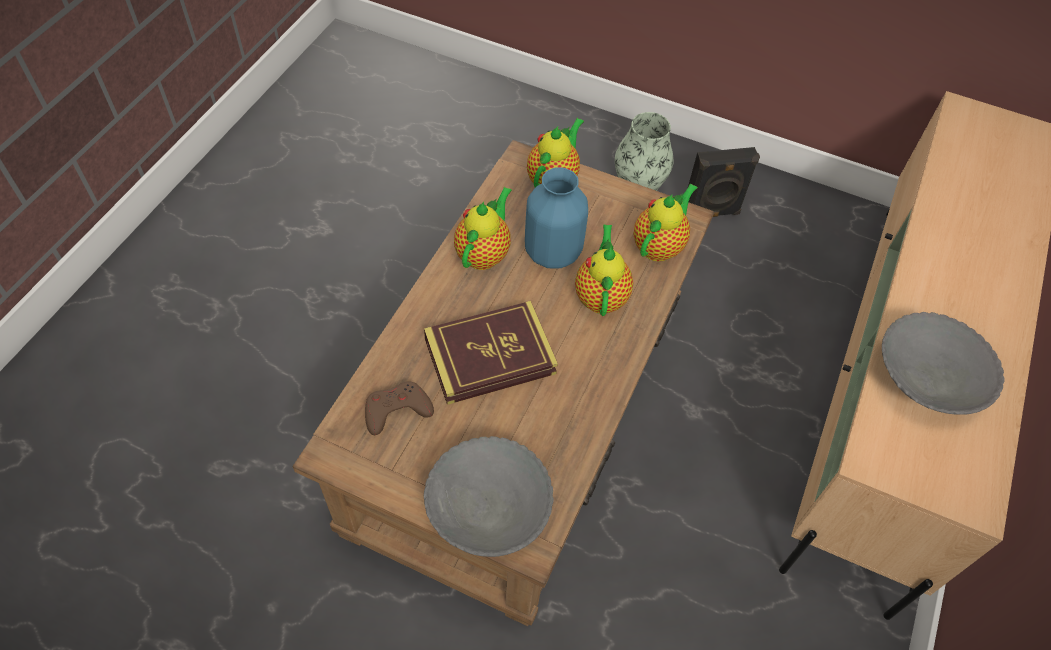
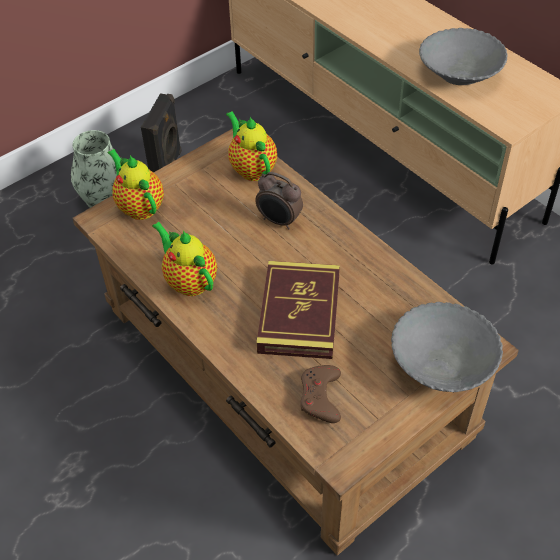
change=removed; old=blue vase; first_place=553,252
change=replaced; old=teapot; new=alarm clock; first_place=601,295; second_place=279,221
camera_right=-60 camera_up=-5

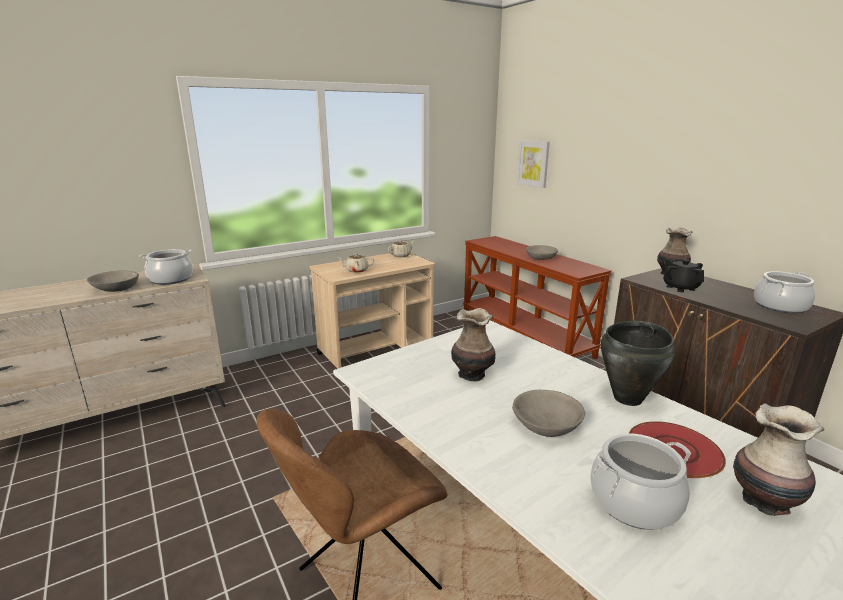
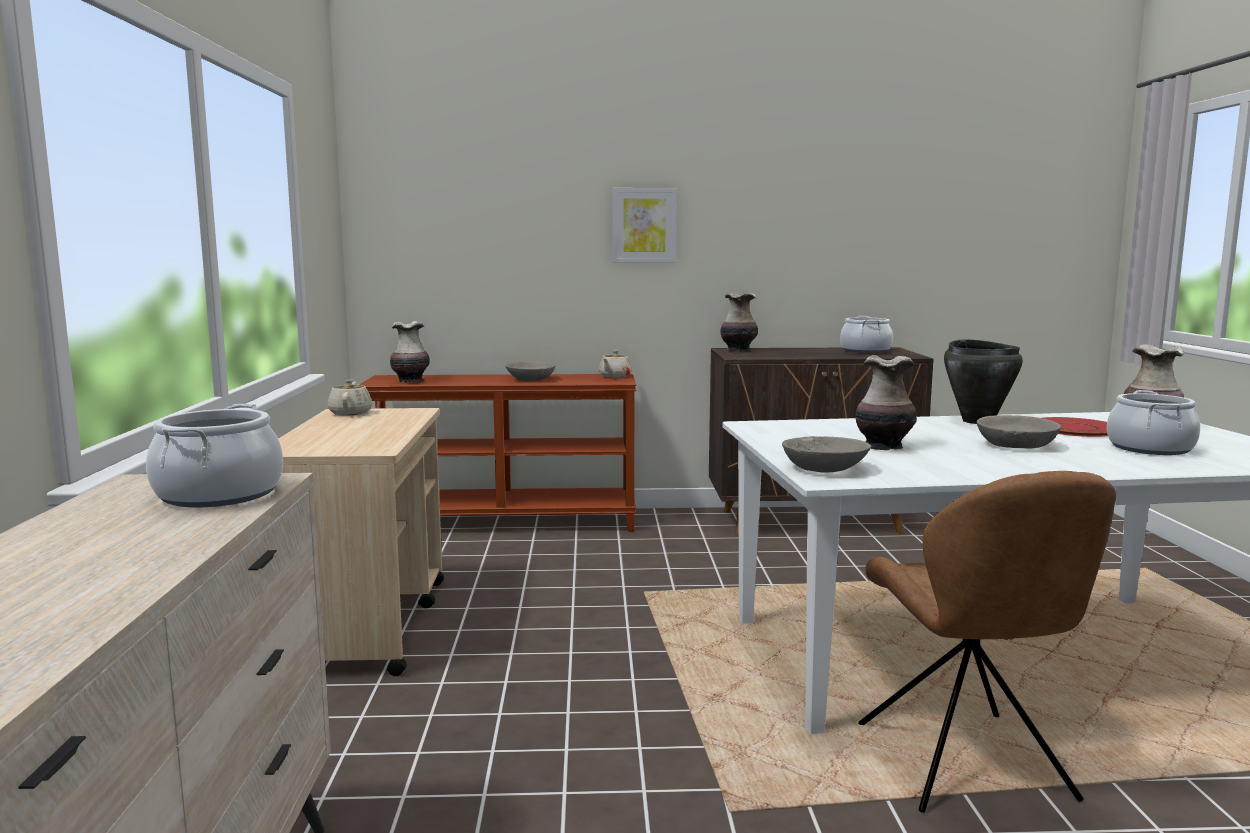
change=moved; old=grey bowl; first_place=115,289; second_place=825,469
change=moved; old=beige teapot; first_place=356,270; second_place=614,376
change=moved; old=picture; first_place=533,163; second_place=644,225
change=removed; old=black teapot; first_place=680,288
change=added; new=vase; second_place=411,381
camera_right=-60 camera_up=-10

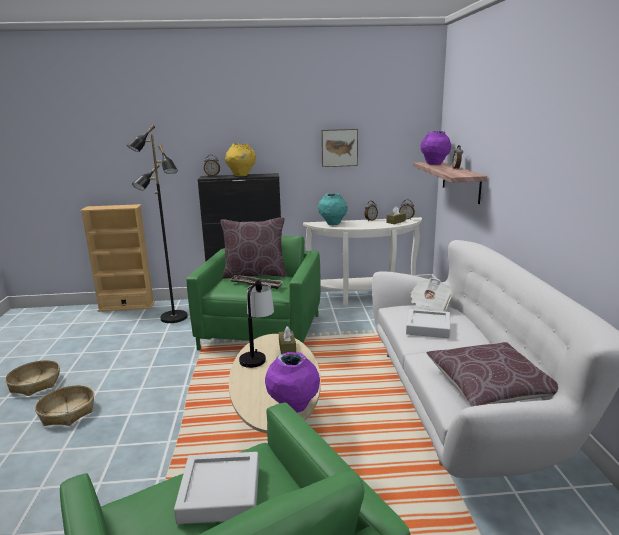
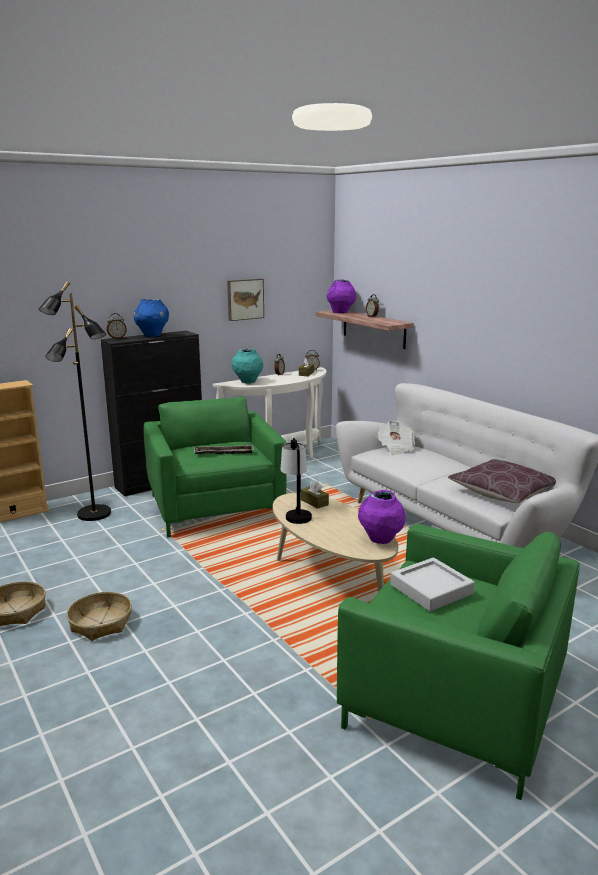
change=removed; old=brown pillow; first_place=255,274
change=recoloured; old=yellow vase; new=blue vase; first_place=241,175; second_place=152,336
change=removed; old=grey tray; first_place=428,327
camera_right=-30 camera_up=0

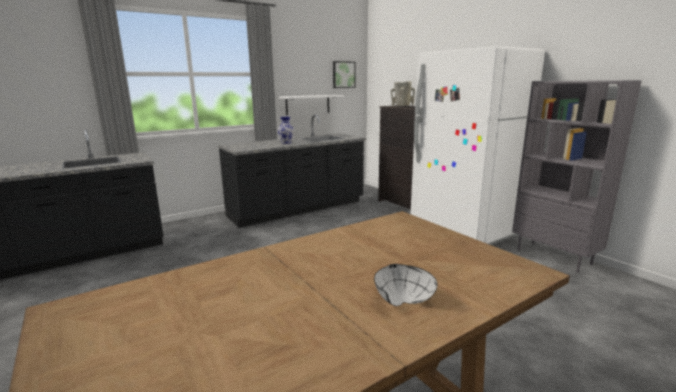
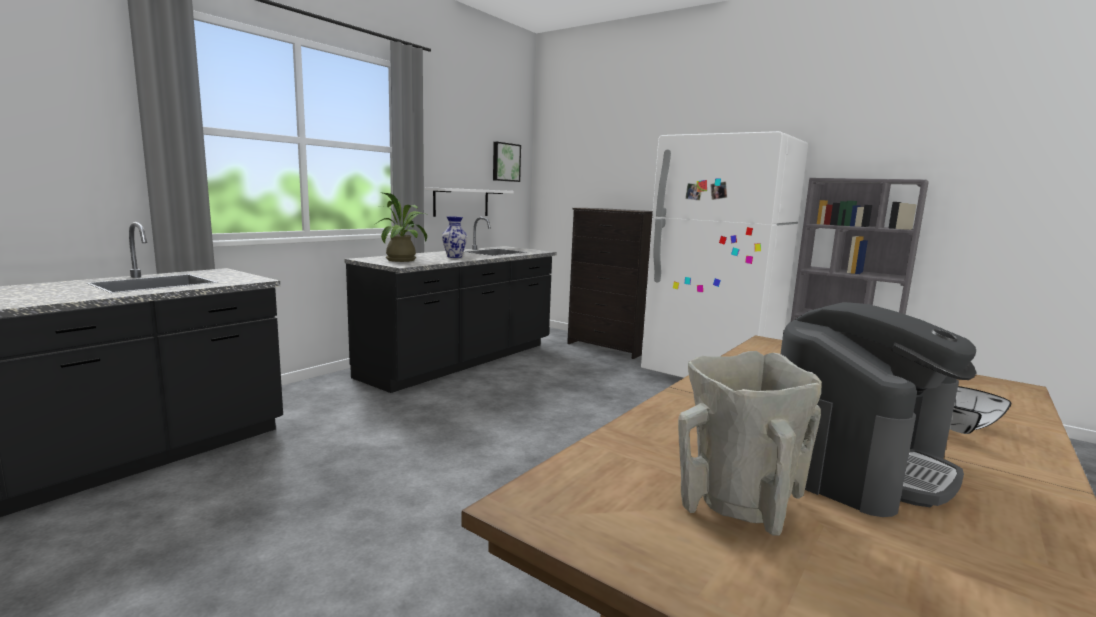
change=moved; old=beige vase; first_place=401,106; second_place=737,505
change=added; new=potted plant; second_place=404,260
change=added; new=coffee machine; second_place=855,462
camera_right=-20 camera_up=-5

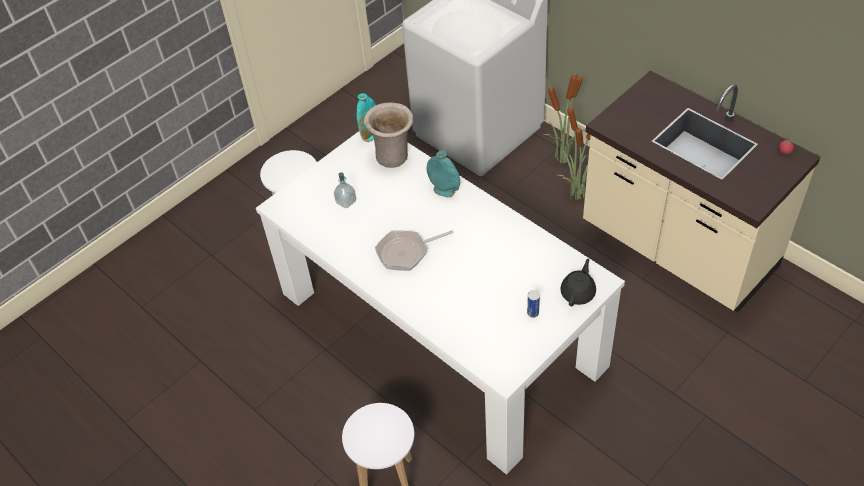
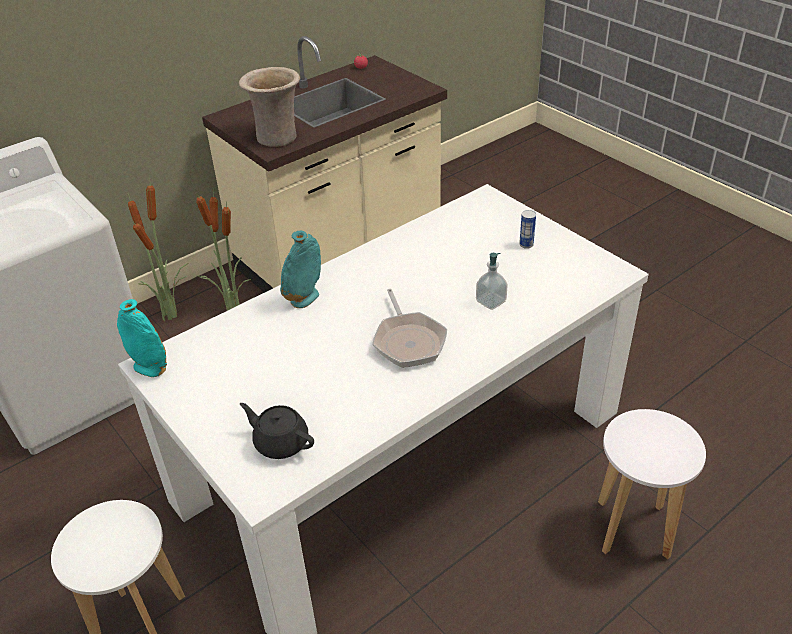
change=moved; old=soap dispenser; first_place=346,202; second_place=491,301
change=moved; old=beige vase; first_place=393,156; second_place=277,137
change=moved; old=black teapot; first_place=578,293; second_place=280,442
camera_right=-85 camera_up=-10

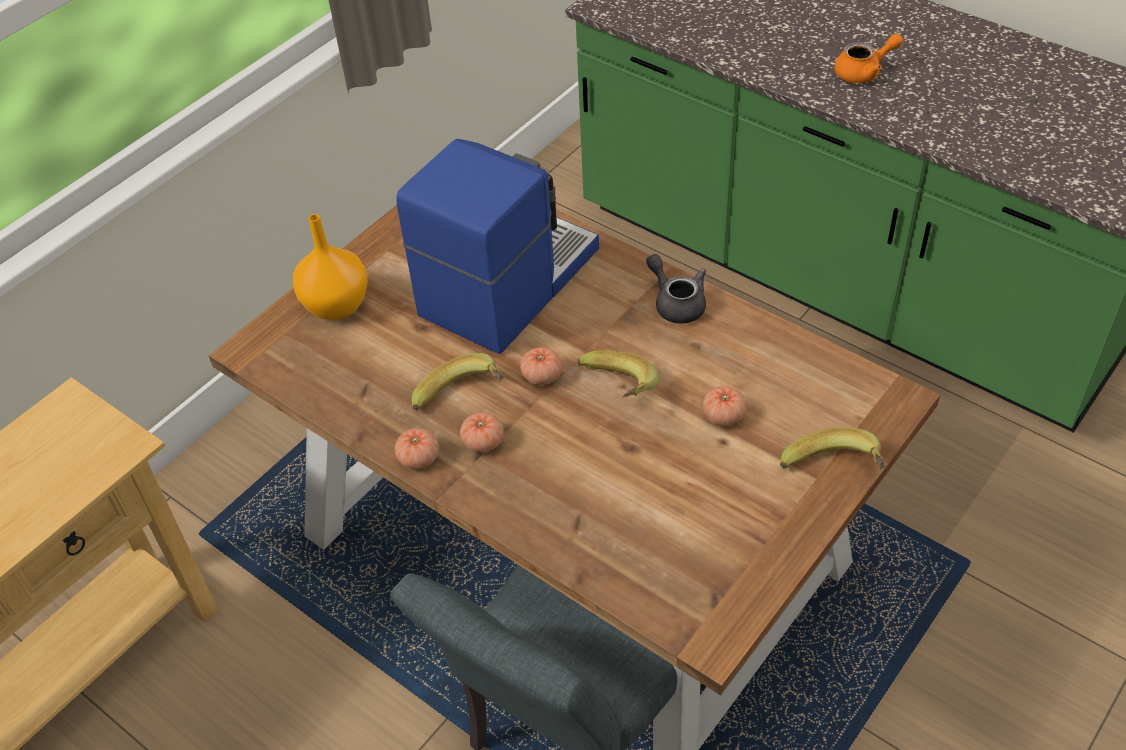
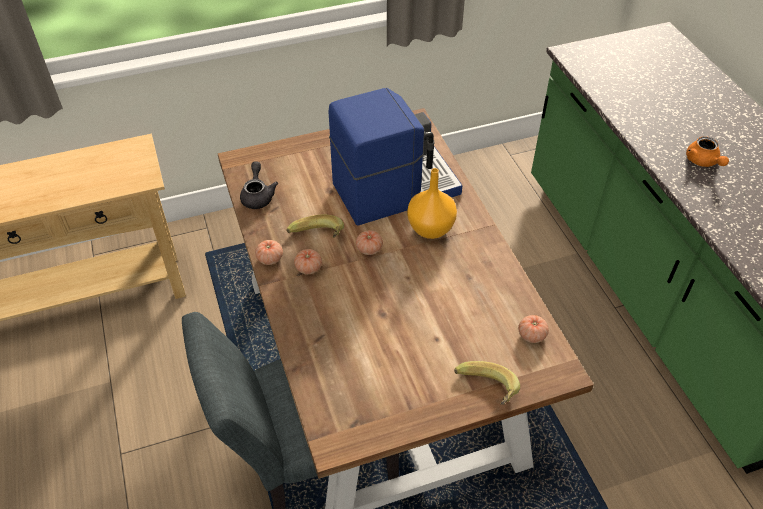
change=moved; old=orange vase; first_place=338,306; second_place=431,229
change=removed; old=banana; first_place=615,391
change=moved; old=grey teapot; first_place=676,303; second_place=258,196
change=moved; old=tomato; first_place=723,416; second_place=531,335
change=turned; old=orange teapot; first_place=864,72; second_place=703,162; degrees=60
camera_right=30 camera_up=0

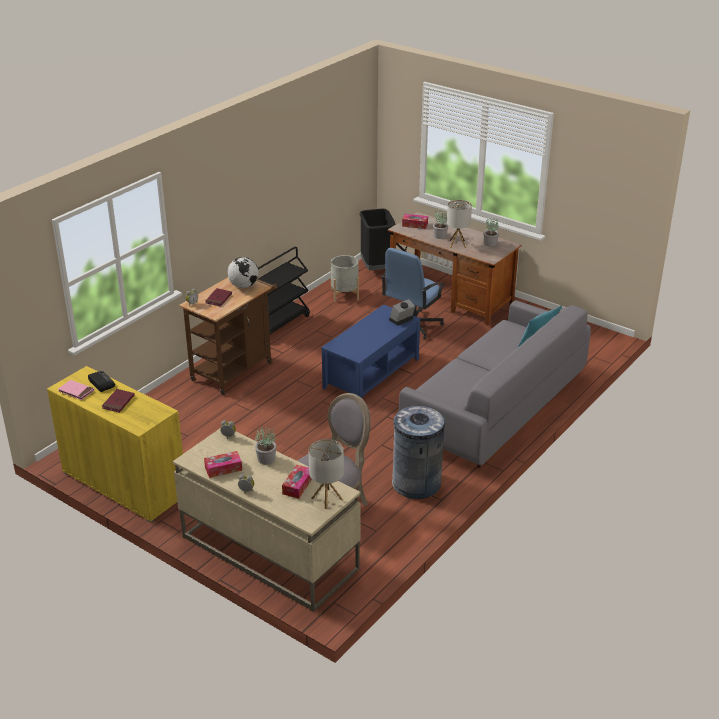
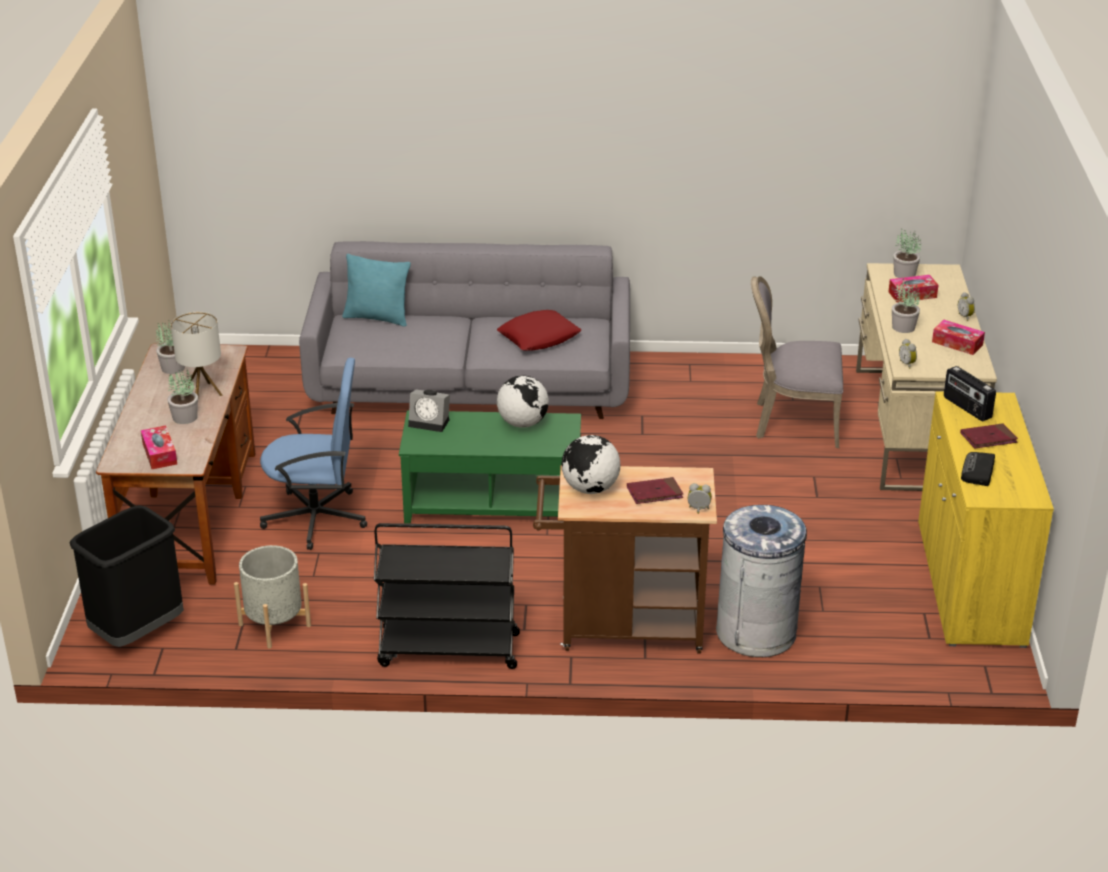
change=removed; old=pink book; first_place=76,391
change=replaced; old=table lamp; new=potted plant; first_place=327,498; second_place=904,274
change=recoloured; old=blue coffee table; new=green coffee table; first_place=371,373; second_place=493,502
change=moved; old=grey trash can; first_place=416,483; second_place=756,632
change=added; new=red pillow; second_place=538,337
change=added; new=globe; second_place=522,423
change=added; new=radio; second_place=966,408
camera_right=-125 camera_up=0

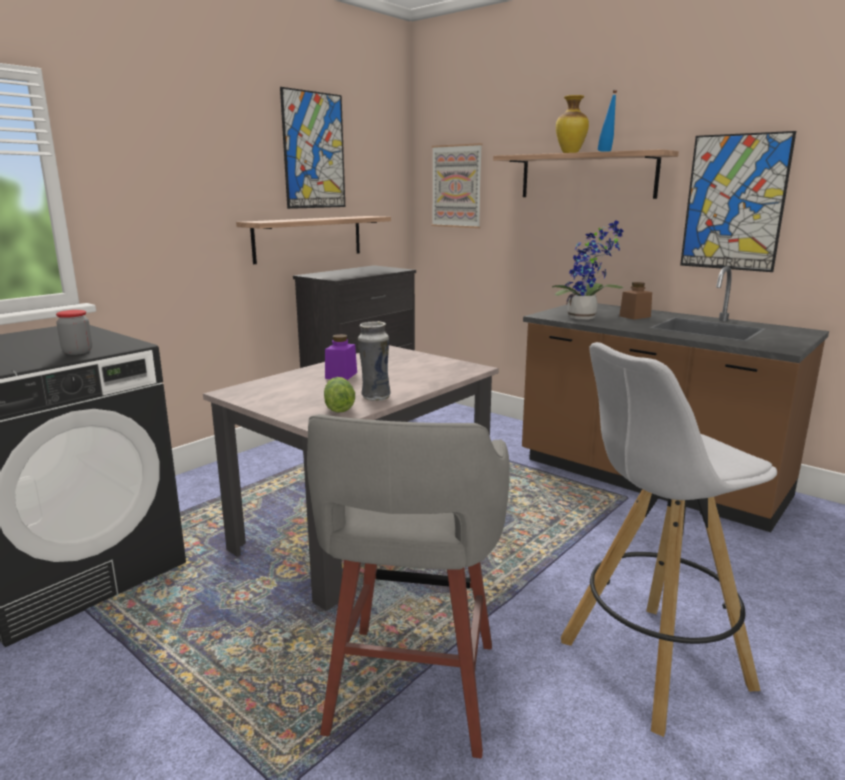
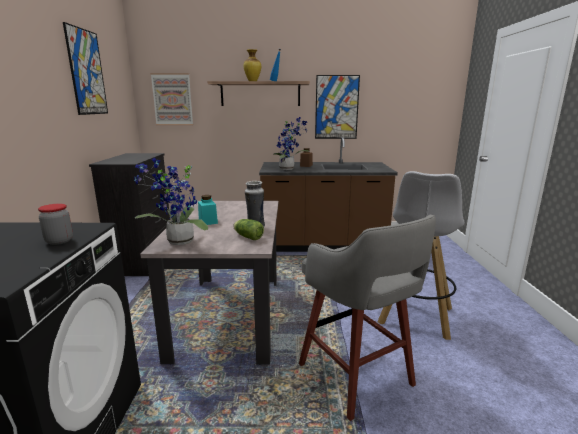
change=removed; old=shelf; first_place=309,238
change=recoloured; old=purple jar; new=turquoise jar; first_place=341,375; second_place=208,221
change=added; new=potted plant; second_place=178,242
camera_right=-40 camera_up=0

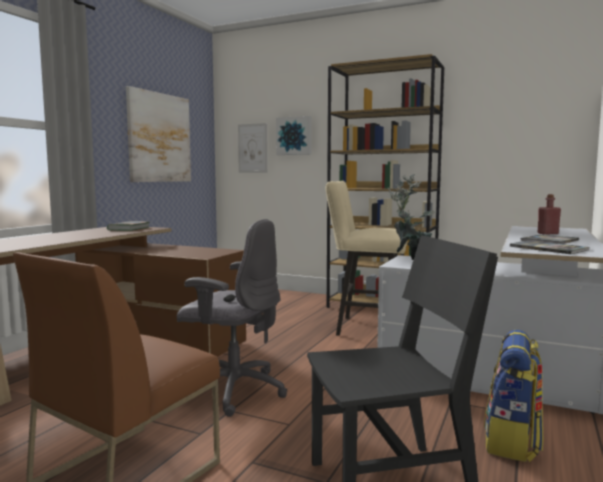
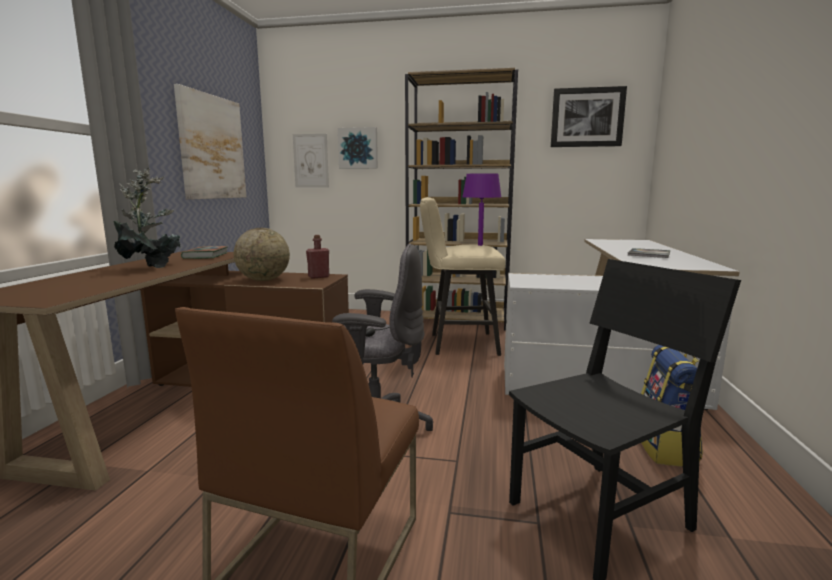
change=moved; old=potted plant; first_place=411,260; second_place=151,267
change=removed; old=book; first_place=548,248
change=moved; old=red bottle; first_place=548,233; second_place=318,277
change=added; new=globe; second_place=263,280
change=added; new=purple table lamp; second_place=480,245
change=added; new=picture; second_place=587,117
camera_right=-15 camera_up=5

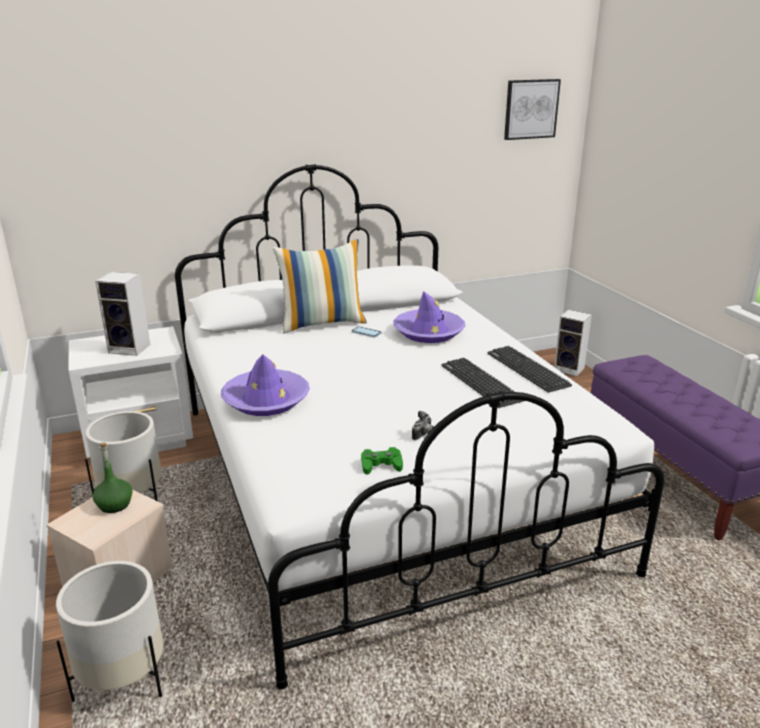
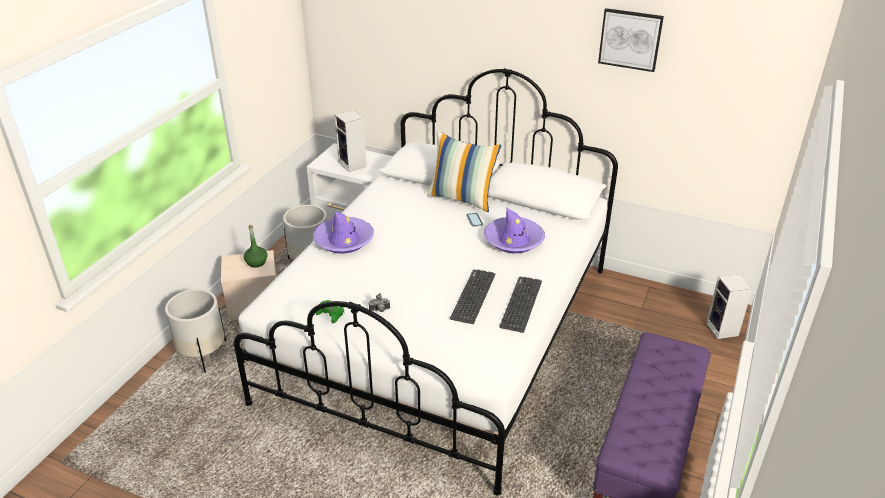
change=moved; old=picture; first_place=530,109; second_place=630,39
camera_right=45 camera_up=10

